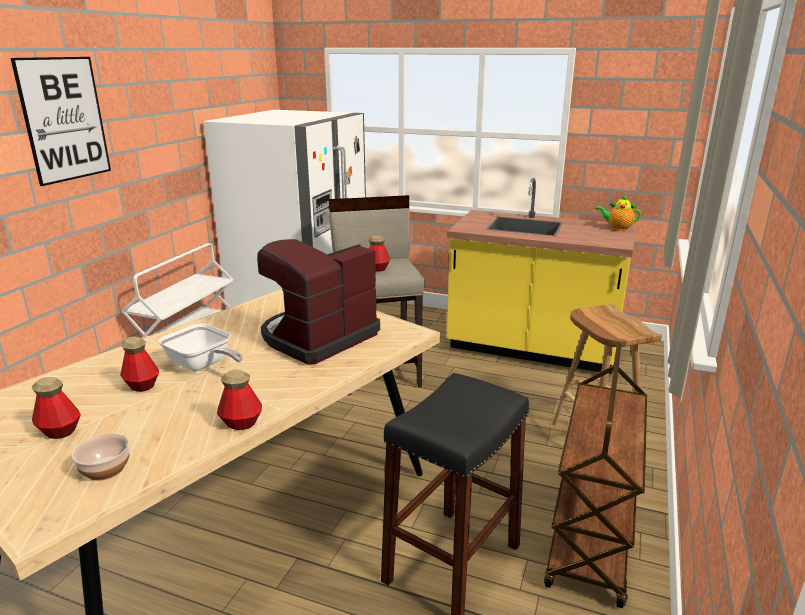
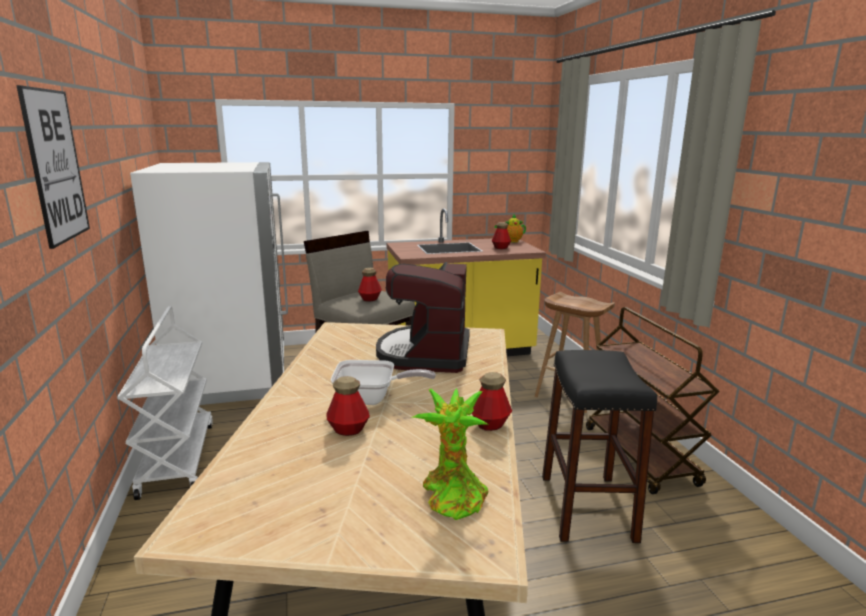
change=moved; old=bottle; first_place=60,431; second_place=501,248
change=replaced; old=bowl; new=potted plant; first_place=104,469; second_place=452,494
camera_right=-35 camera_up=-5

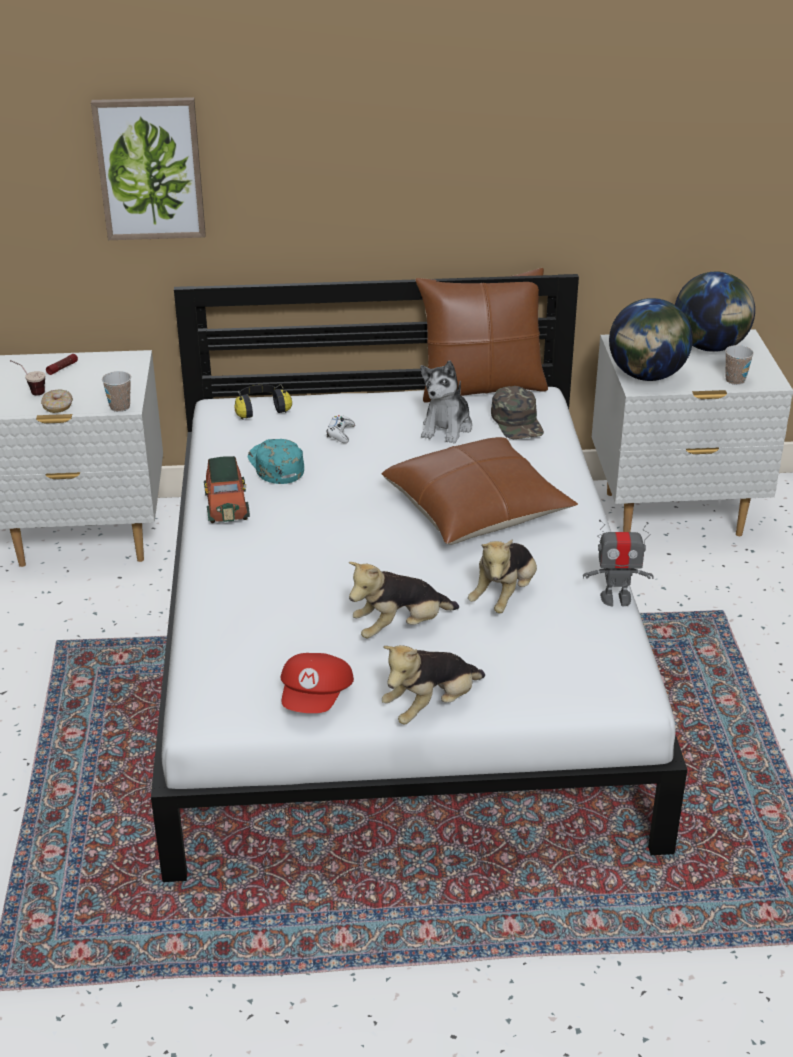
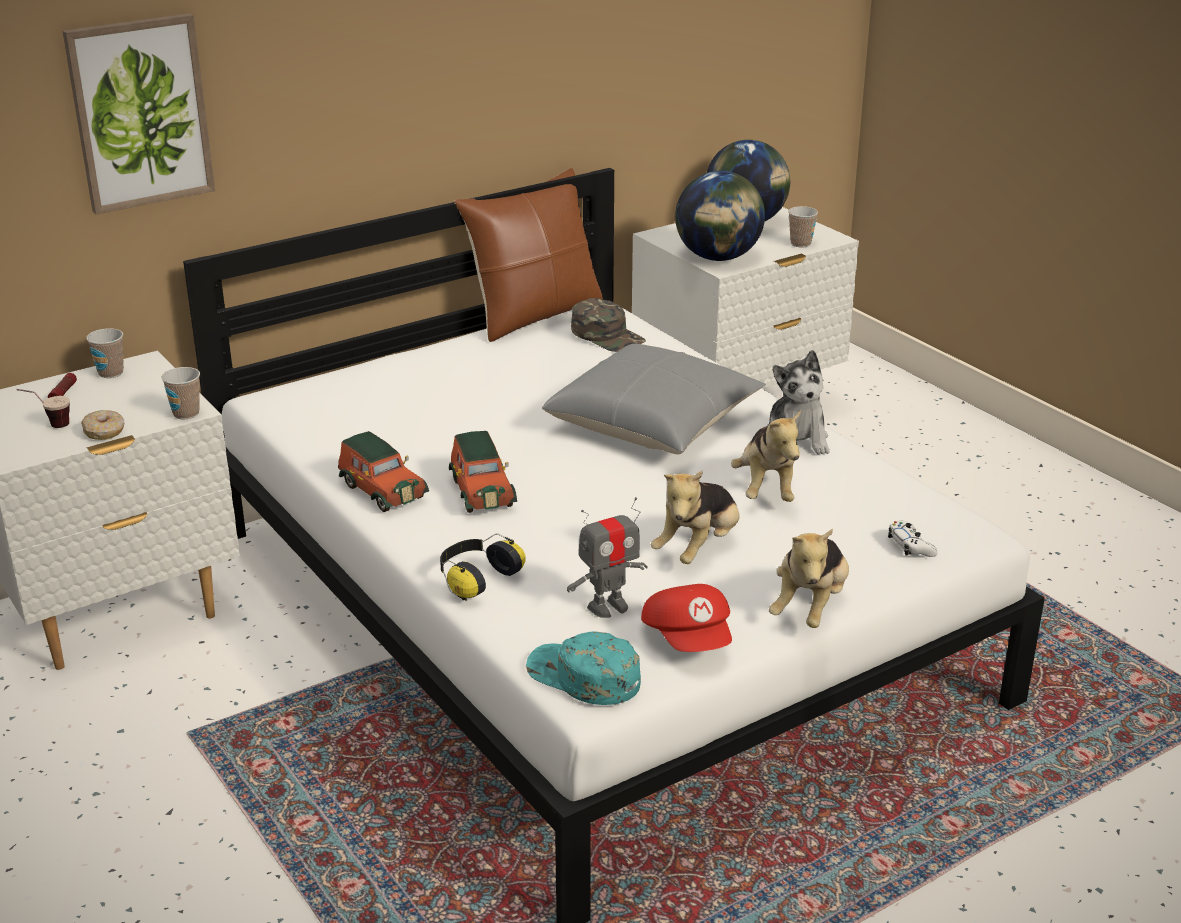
change=moved; old=headphones; first_place=261,410; second_place=476,579
change=moved; old=turquoise cap; first_place=275,465; second_place=583,676
change=moved; old=white game controller; first_place=340,433; second_place=910,546
change=recoloured; old=brown pillow; new=grey pillow; first_place=476,510; second_place=654,422
change=moved; old=plush toy; first_place=447,427; second_place=797,439
change=moved; old=toy robot; first_place=616,598; second_place=608,606
change=added; new=cup; second_place=111,373
change=added; new=toy car; second_place=481,490
camera_right=-30 camera_up=-5

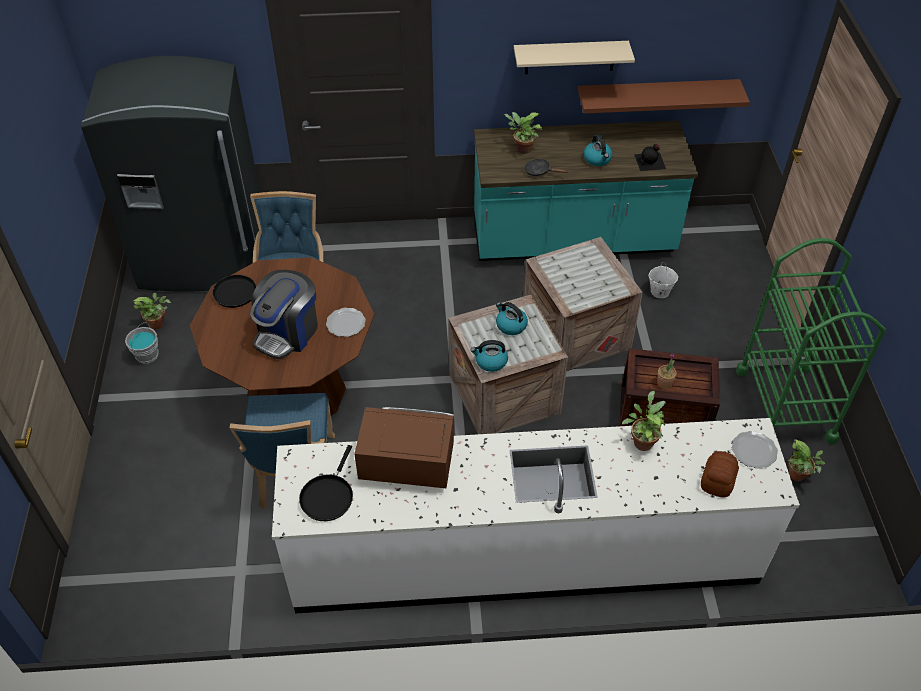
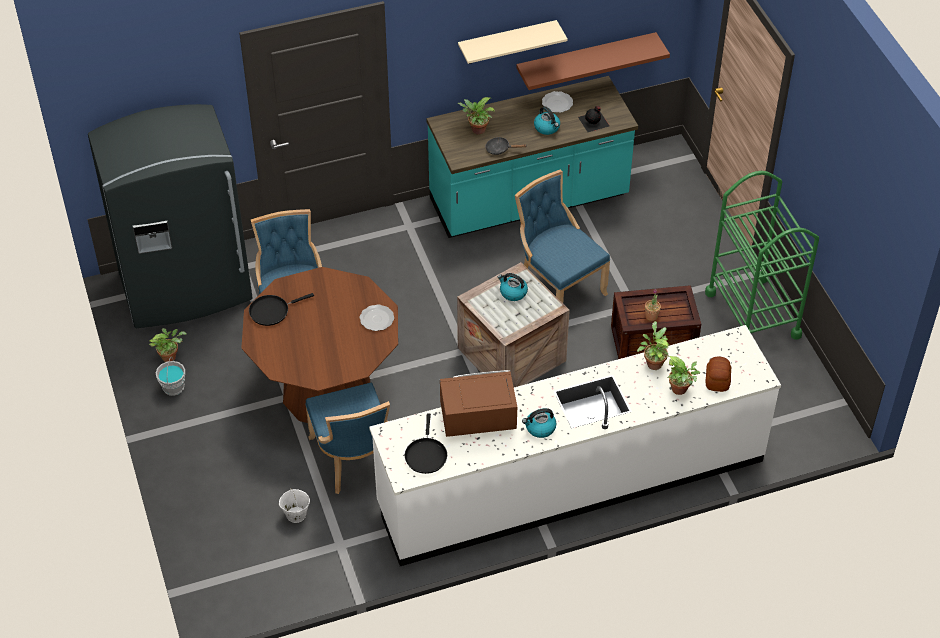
change=removed; old=coffee machine; first_place=287,332
change=moved; old=kettle; first_place=490,362; second_place=540,428
change=replaced; old=crate; new=blue chair; first_place=576,331; second_place=557,286
change=moved; old=white bucket; first_place=659,291; second_place=296,515
change=moved; old=plate; first_place=753,450; second_place=557,103
change=moved; old=potted plant; first_place=799,476; second_place=681,390
camera_right=-15 camera_up=0

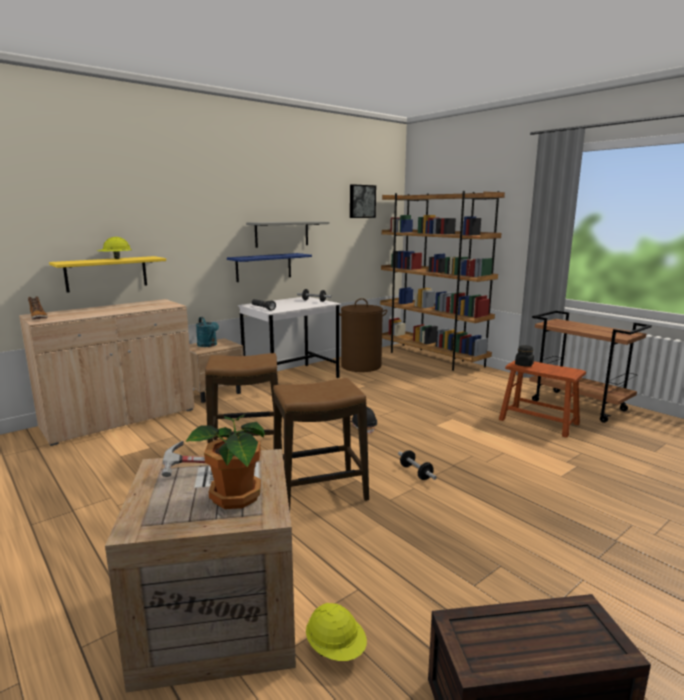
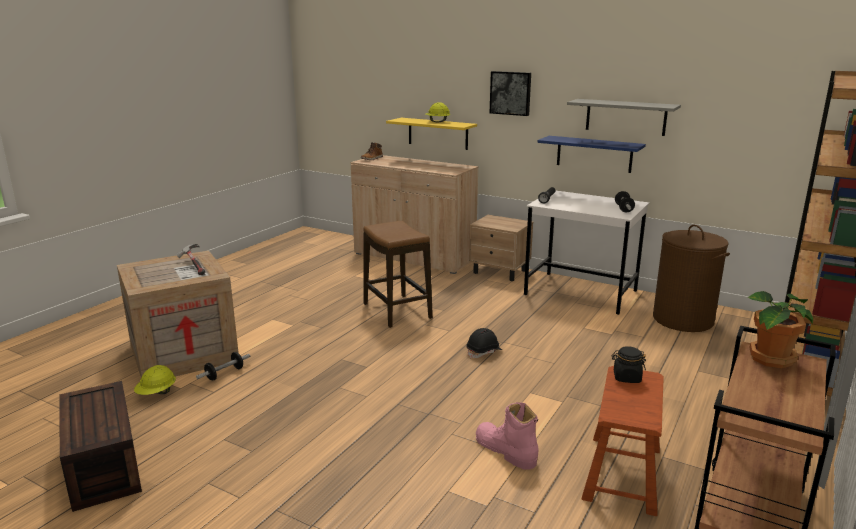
change=moved; old=potted plant; first_place=235,498; second_place=770,359
change=removed; old=turquoise watering can; first_place=208,345
change=removed; old=stool; first_place=320,492
change=moved; old=picture; first_place=361,201; second_place=511,93
change=moved; old=dumbbell; first_place=416,473; second_place=224,374
change=added; new=pink boot; second_place=505,451
camera_right=70 camera_up=5

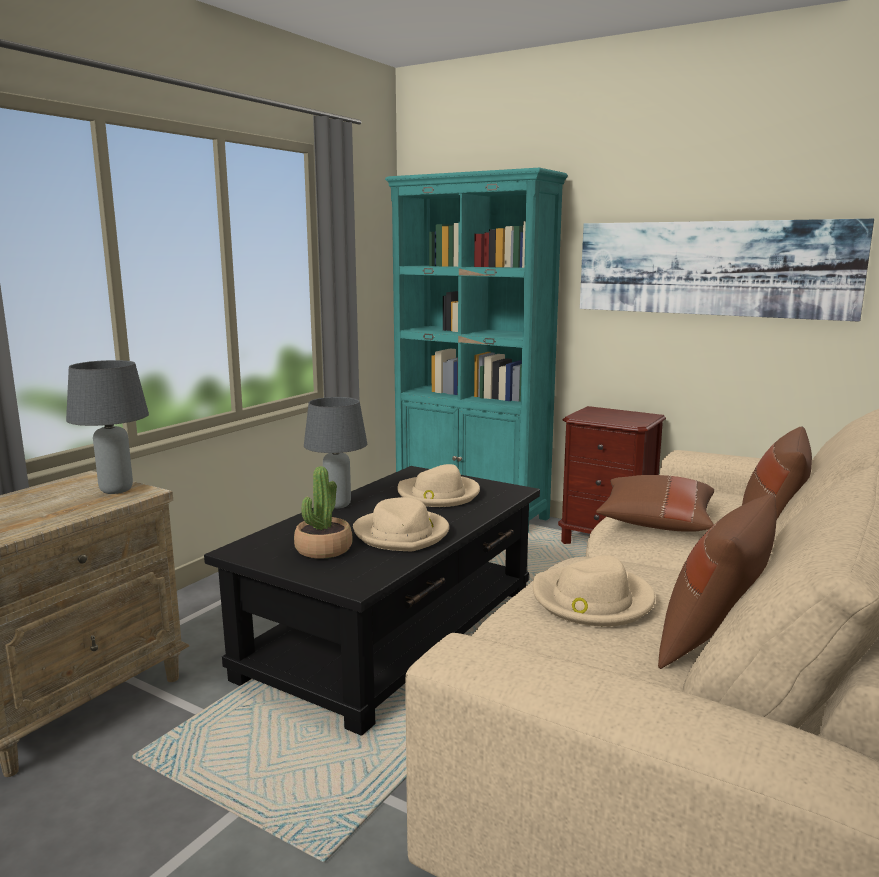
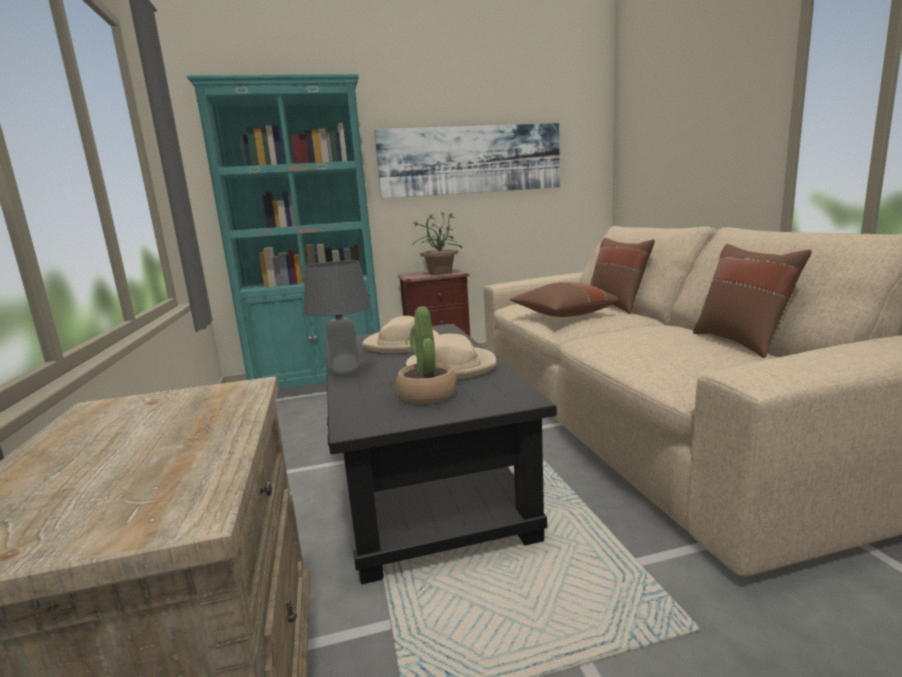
change=removed; old=grey table lamp; first_place=116,490
change=removed; old=beige hat; first_place=591,601
change=added; new=potted plant; second_place=440,273
camera_right=-45 camera_up=0

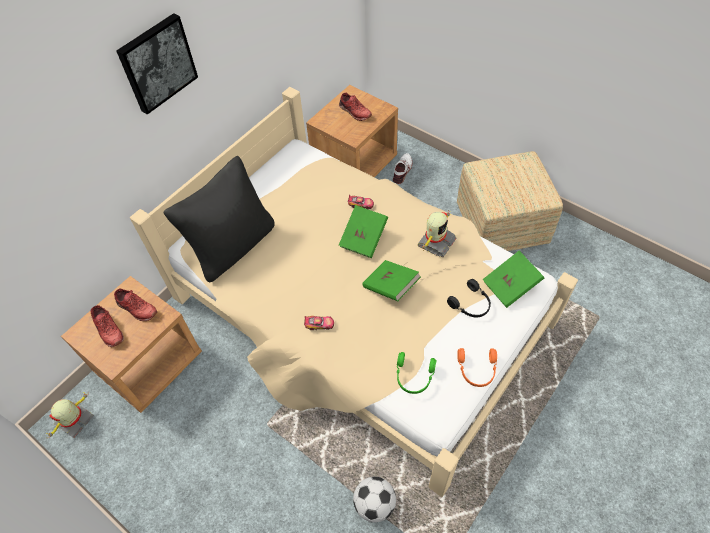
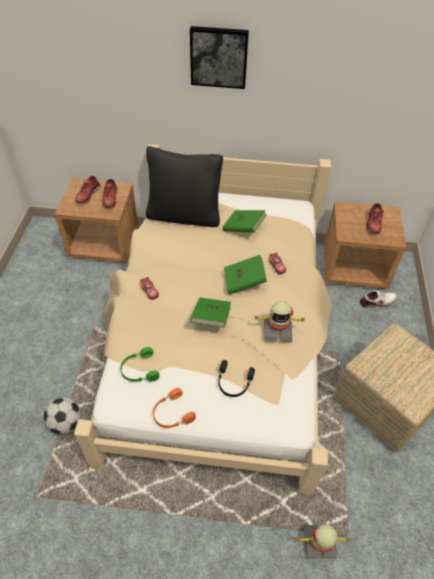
change=moved; old=toy robot; first_place=75,421; second_place=319,543
change=moved; old=green book; first_place=510,286; second_place=243,228
camera_right=55 camera_up=-5

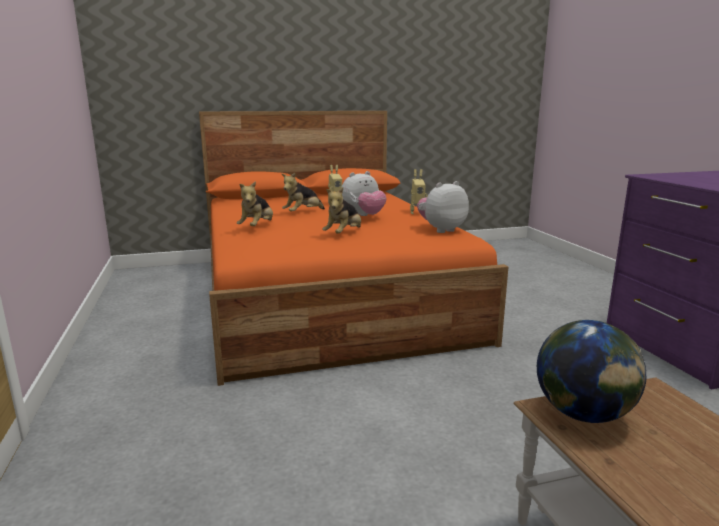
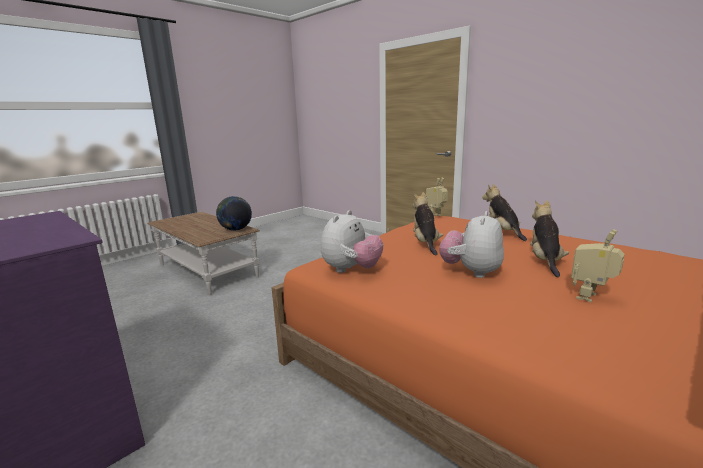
change=moved; old=toy robot; first_place=417,212; second_place=436,216
camera_right=150 camera_up=0

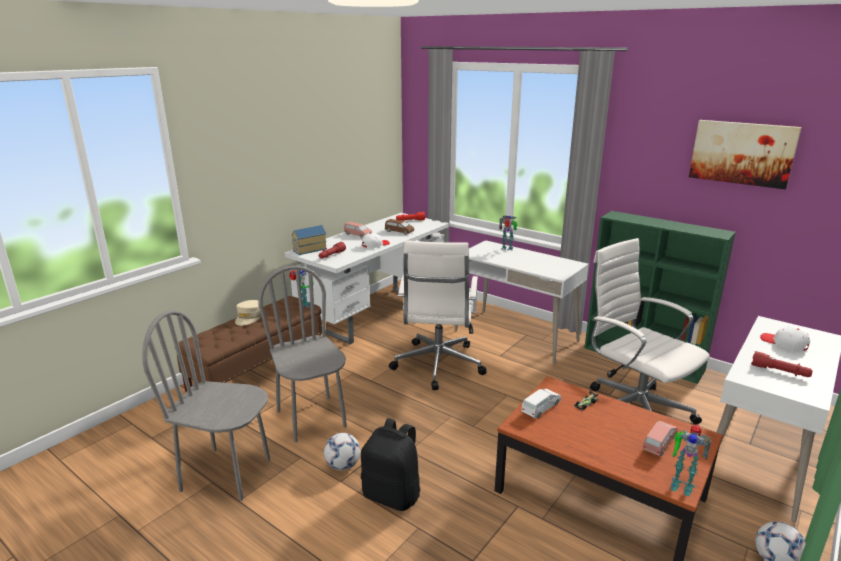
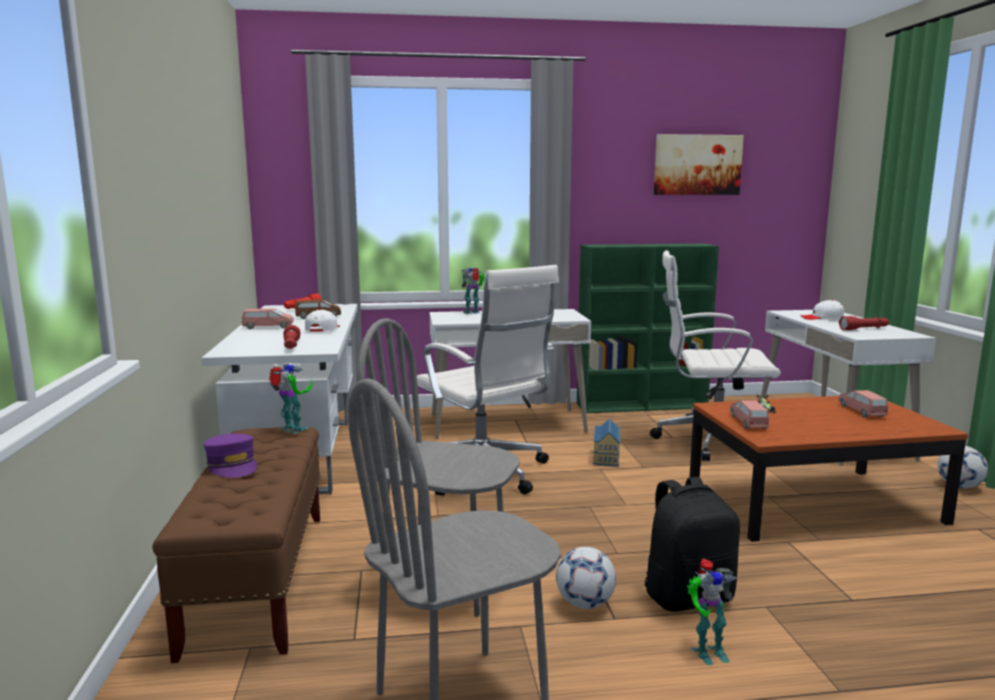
change=recoloured; old=beige cap; new=purple cap; first_place=248,317; second_place=232,466
change=moved; old=toy house; first_place=308,249; second_place=605,457
change=recoloured; old=white toy car; new=pink toy car; first_place=540,408; second_place=748,422
change=moved; old=toy robot; first_place=681,484; second_place=707,651
camera_right=-45 camera_up=-10

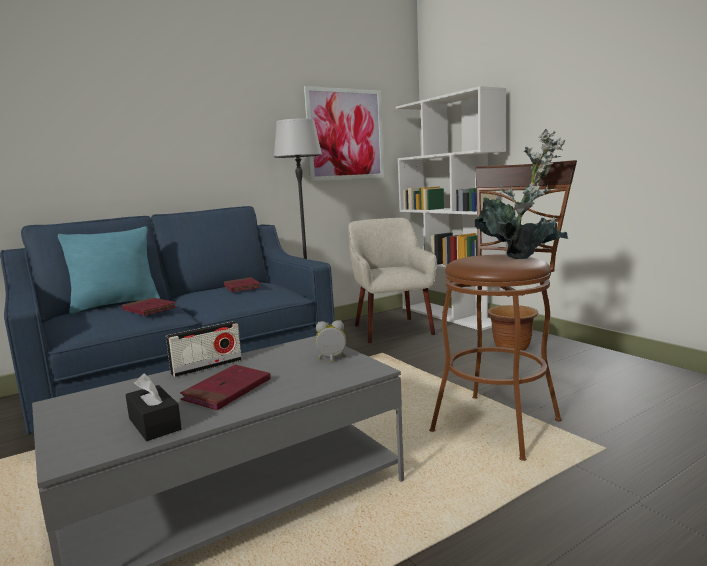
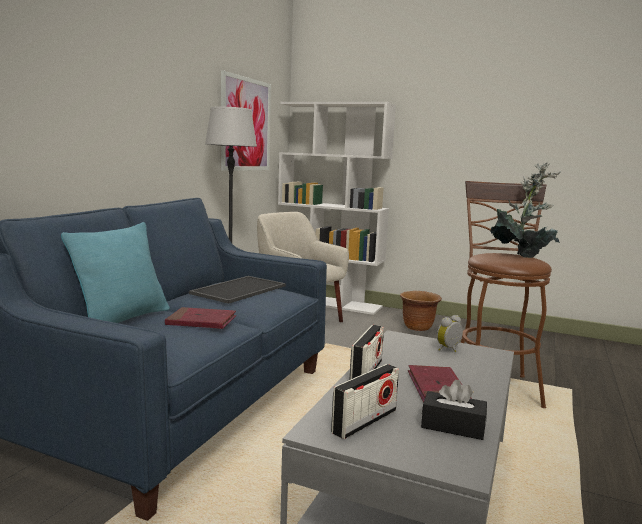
change=replaced; old=red book; new=tray; first_place=242,287; second_place=238,289
change=added; new=radio; second_place=365,421
camera_right=-35 camera_up=0

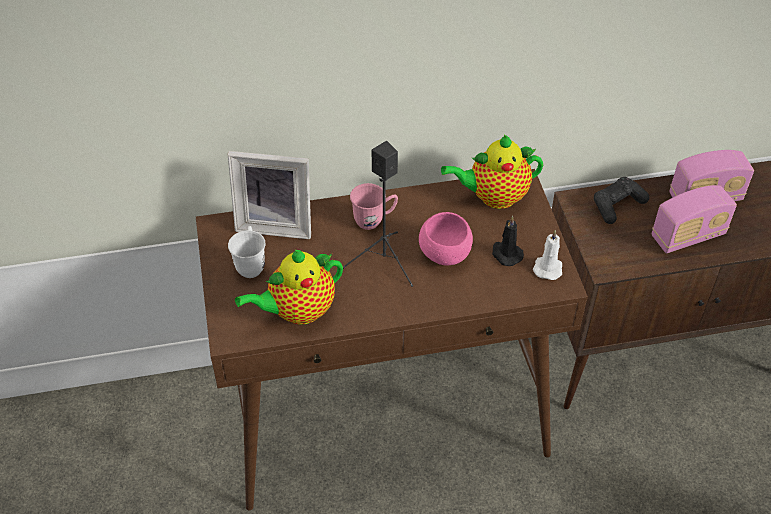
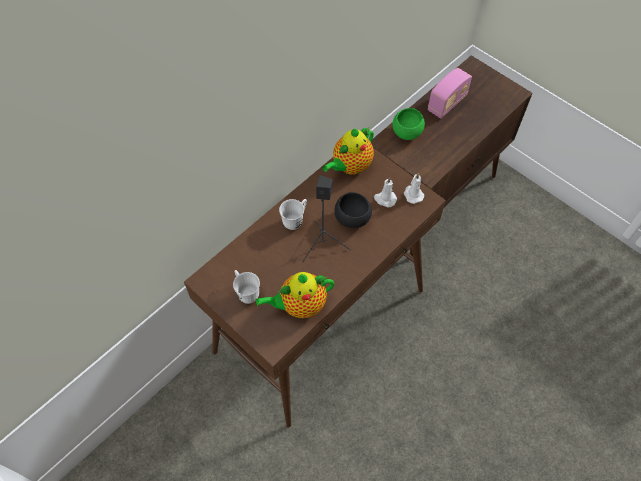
change=removed; old=picture frame; first_place=276,223
change=turned; old=teapot; first_place=298,311; second_place=300,305; degrees=45
change=recoloured; old=pink mug; new=white mug; first_place=374,220; second_place=295,220
change=recoloured; old=pink bowl; new=black bowl; first_place=444,254; second_place=352,219
change=recoloured; old=black candle; new=white candle; first_place=506,254; second_place=384,199
change=replaced; old=black game controller; new=green bowl; first_place=617,205; second_place=407,133
change=removed; old=radio; first_place=688,236
camera_right=-35 camera_up=10

